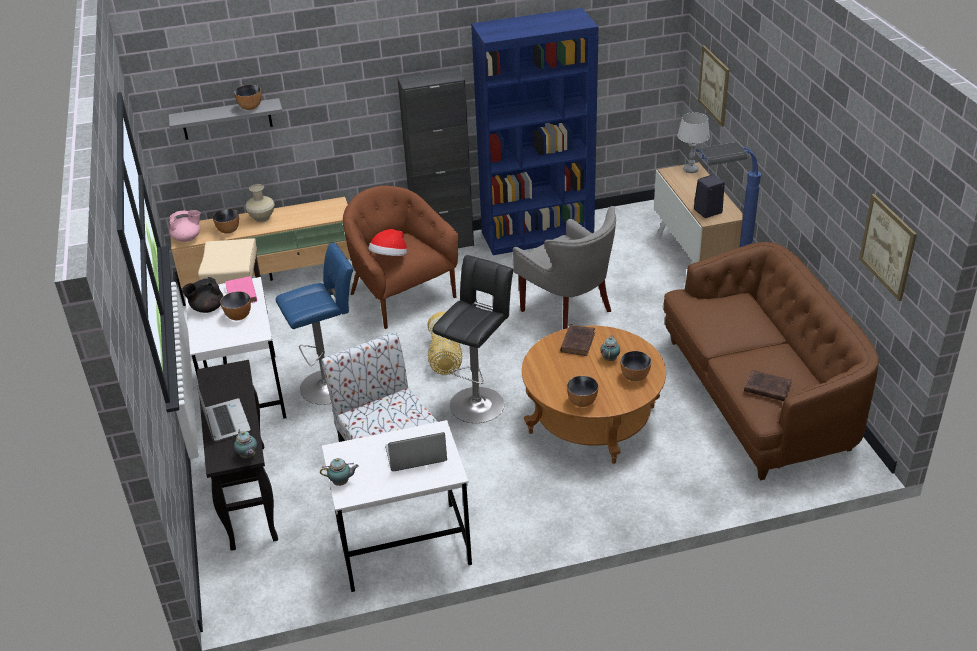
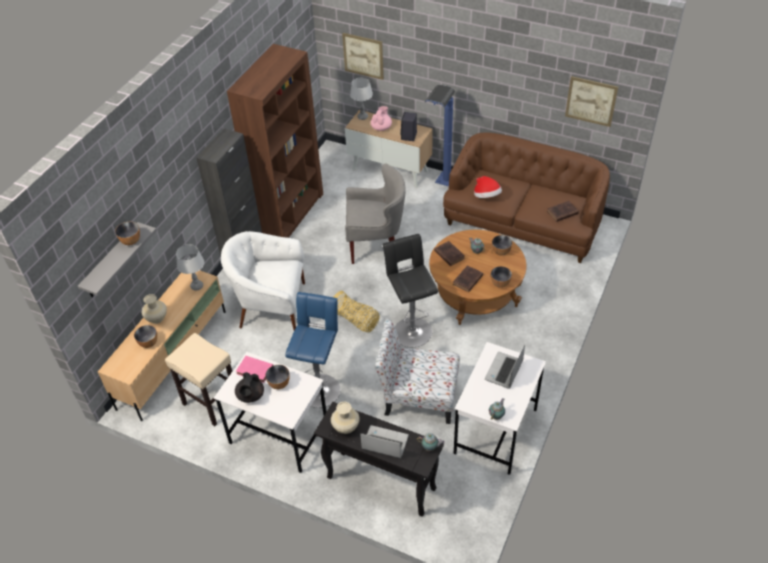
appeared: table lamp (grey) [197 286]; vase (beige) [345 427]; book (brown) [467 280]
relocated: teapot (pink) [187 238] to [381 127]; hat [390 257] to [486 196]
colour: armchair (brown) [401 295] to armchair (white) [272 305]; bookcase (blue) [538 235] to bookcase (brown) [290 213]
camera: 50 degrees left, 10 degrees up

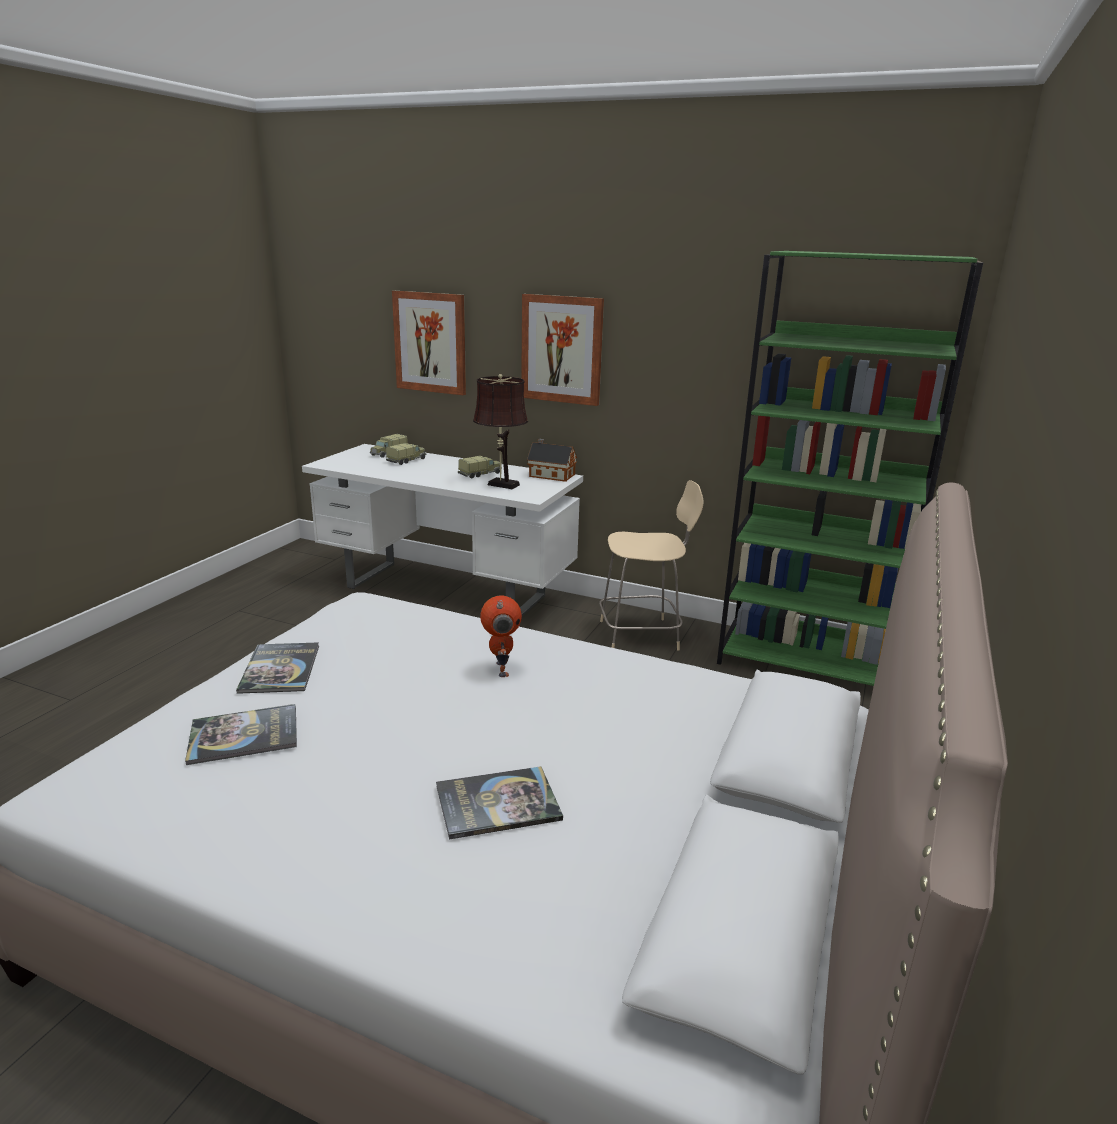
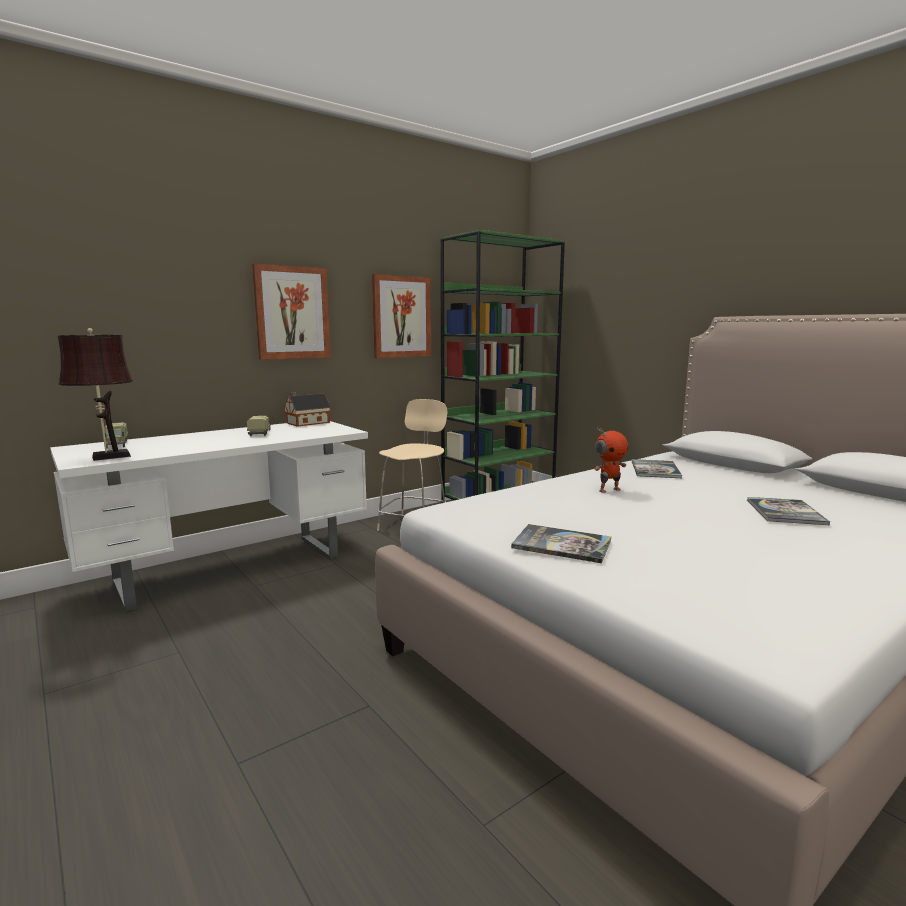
missing: toy truck [407 460]
relocated: book [244 735] to [655 470]; picture [430 342] to [401 317]; table lamp (brown) [501 484] to [107 457]
spun: toy robot [500 669] = [609 490] 135 degrees clockwise
camera: 60 degrees left, 10 degrees down

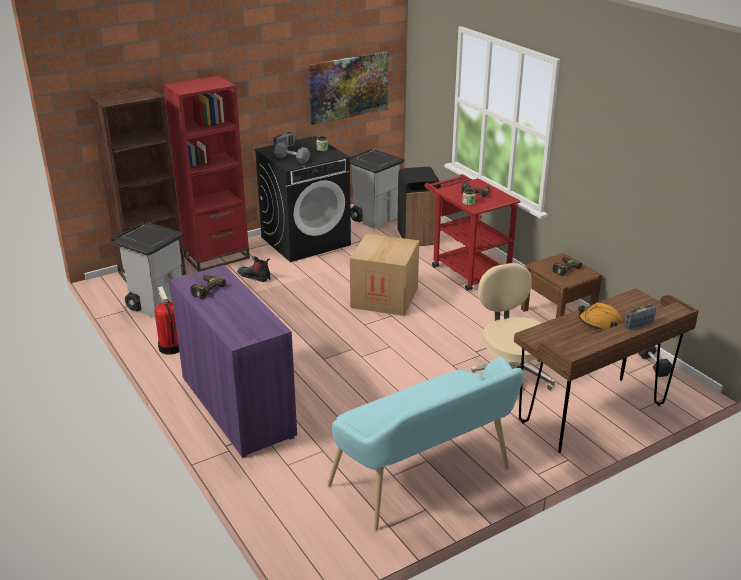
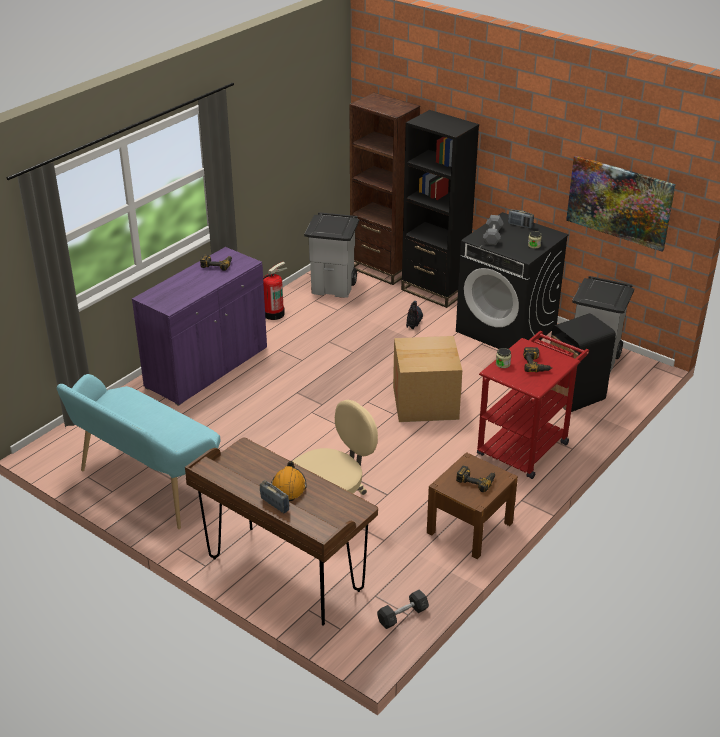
colour: bookcase (red) [217 257] to bookcase (black) [434 291]
camera: 70 degrees right, 5 degrees up

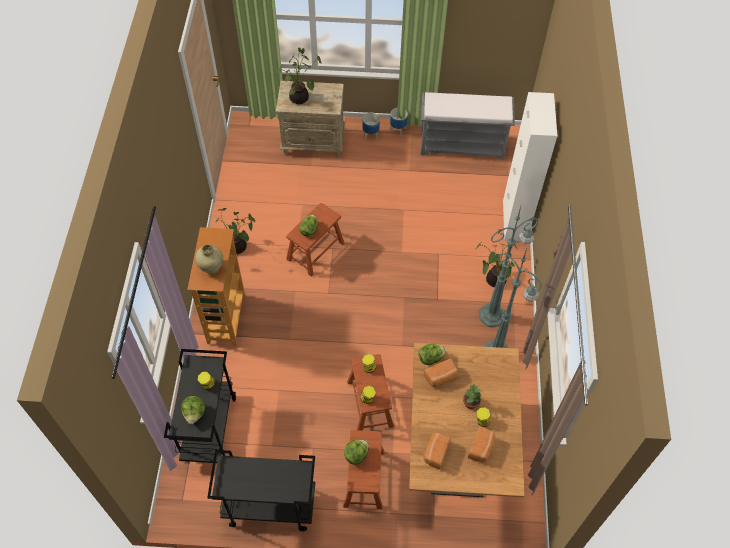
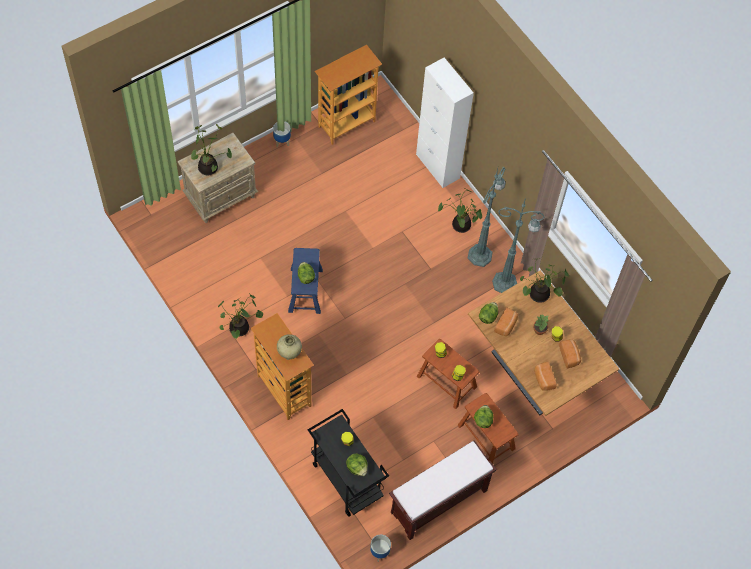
appeared: potted plant [538 295]
relocated: planter [370 134] to [379 552]
exchanged: cart (black) [269 507] to bench (brown) [438 502]; bench (grey) [462 145] to bookcase [346 123]
colour: stool (brown) [315 251] to stool (blue) [305 290]
camera: 40 degrees left, 5 degrees up

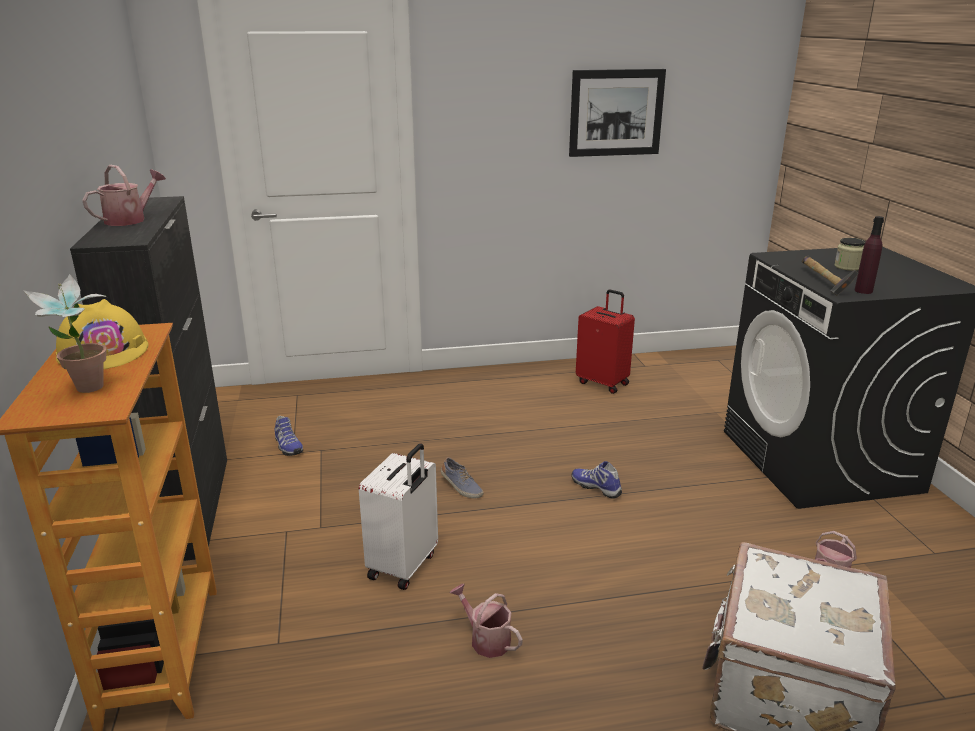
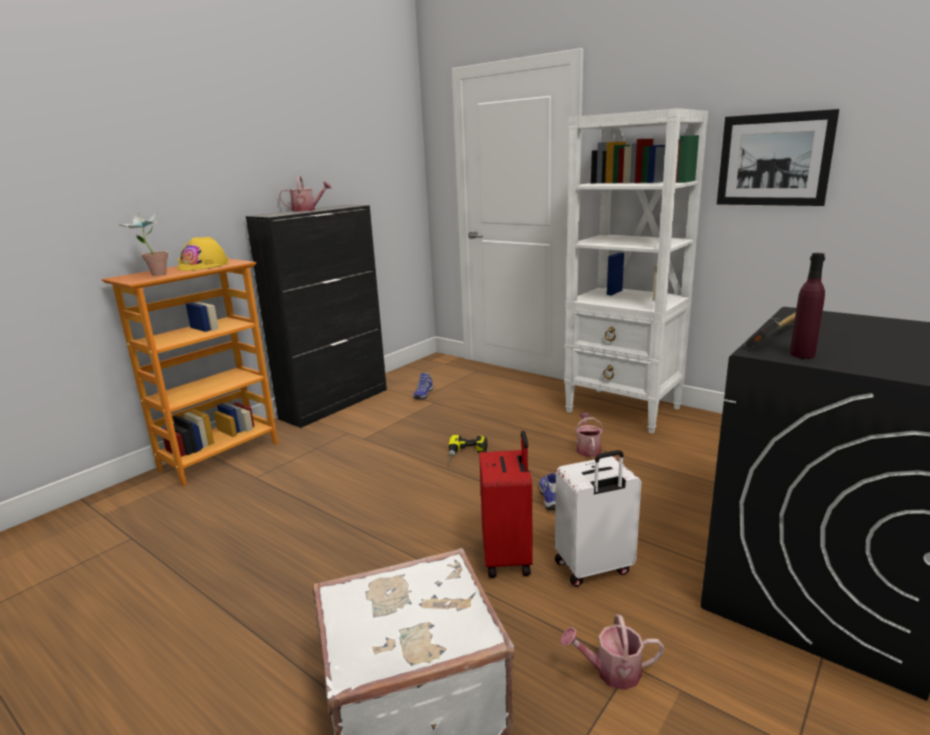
missing: jar [847 267]
appeared: bookcase (white) [624 410]
relocated: suitcase (white) [404 566] to [594 568]; watering can [486 639] to [587 449]; suitcase (red) [603 383] to [508 557]
exchanged: shoe [461 487] to power drill [466 454]
camera: 50 degrees right, 5 degrees down

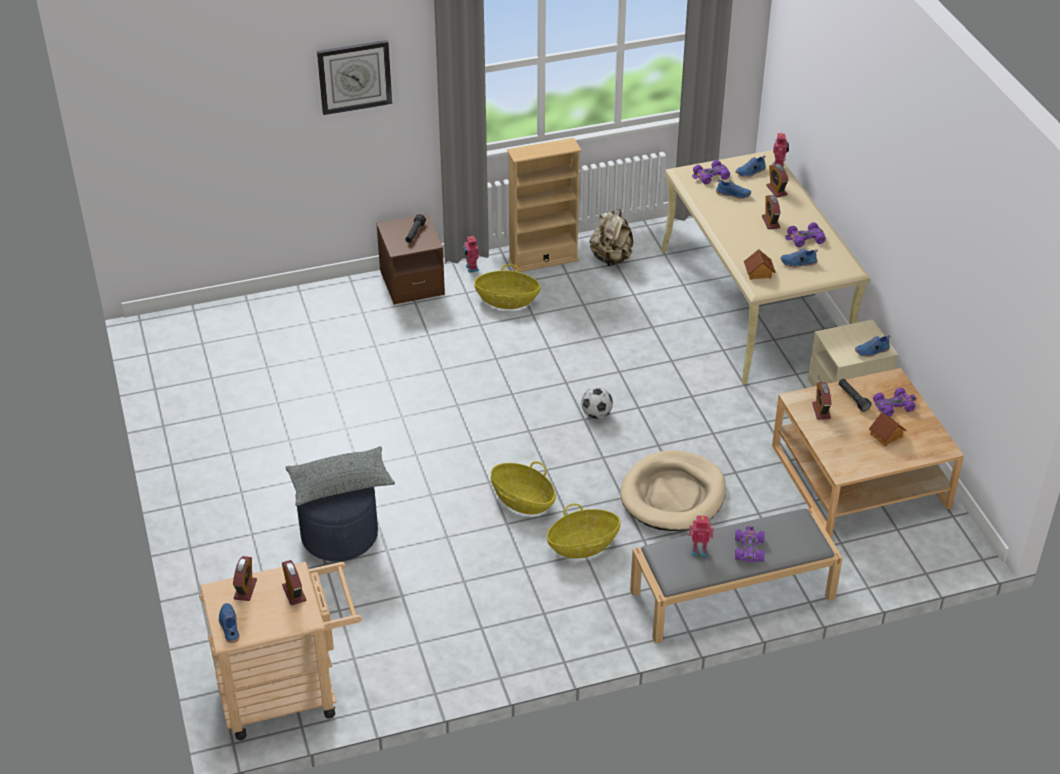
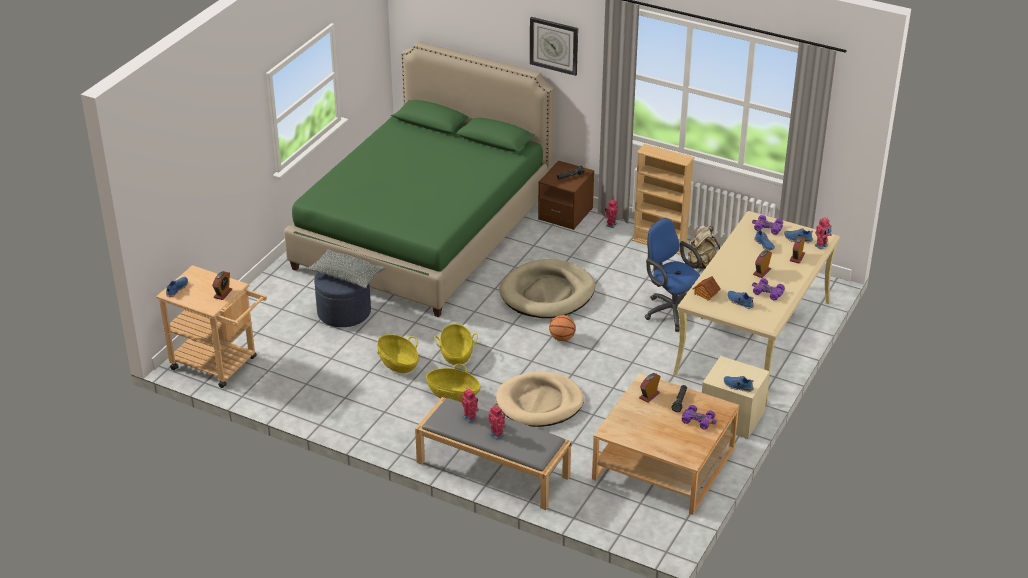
missing: alarm clock [245 589]; toy house [886 435]
appeared: bed (green) [424 232]; dog bed (beige) [547 293]; office chair (blue) [670 311]
relocated: basket [507 300] to [398 363]
exchanged: football [596 414] to basketball [562 338]; toy car (purple) [748 549] to toy robot [497 434]
camera: 45 degrees right, 5 degrees down

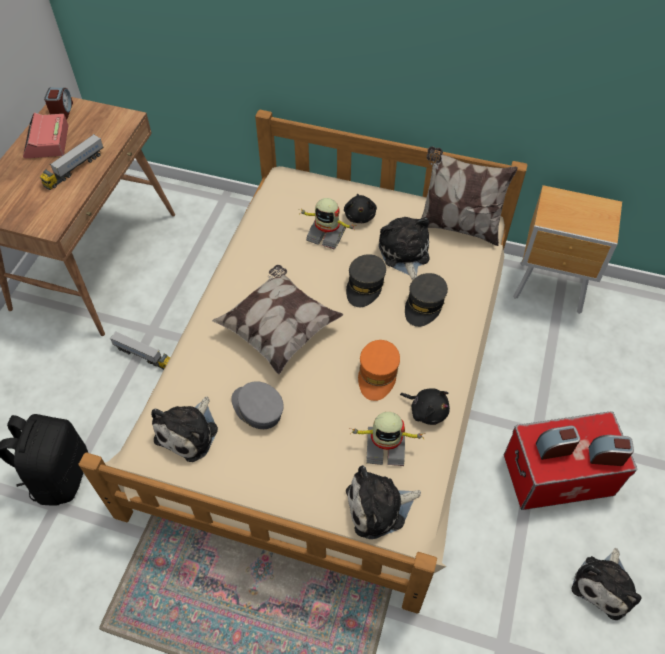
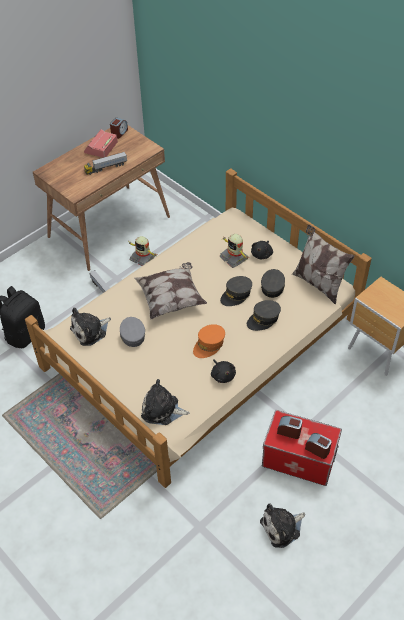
relocated: toy robot [385 446] to [143 258]
exchanged: plush toy [404 254] to cap (grey) [272 286]
camera: 30 degrees right, 5 degrees down

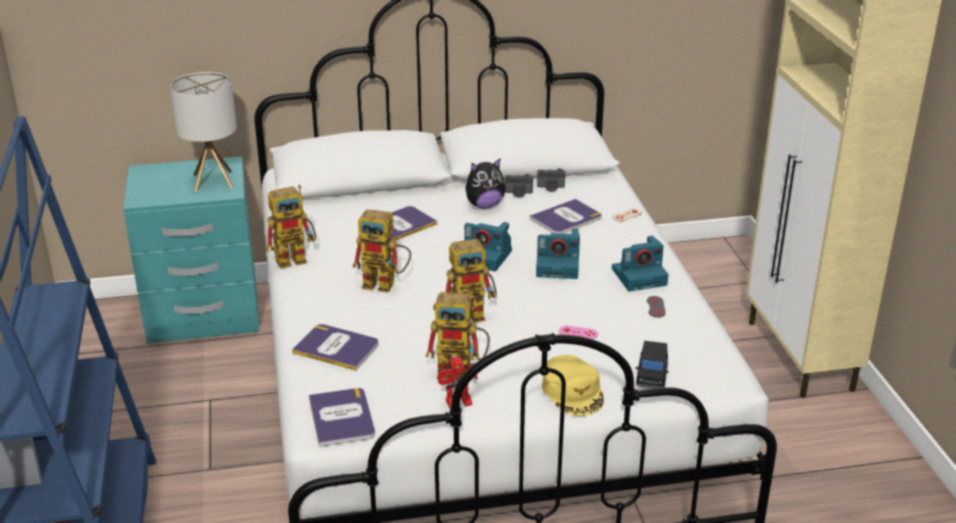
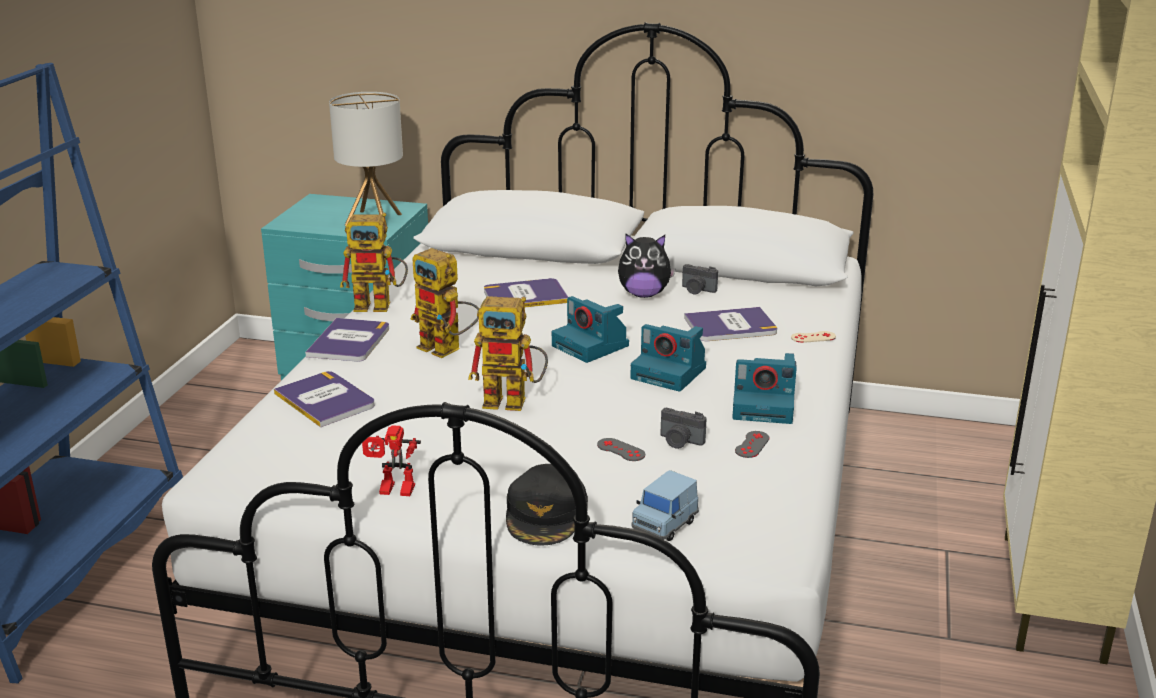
missing: toy robot [462 372]
relocated: book [341 418] to [349 341]; photo camera [550 188] to [680 442]
colour: cap (yellow) [573 392] to cap (black) [546 514]; game controller (pink) [578 333] to game controller (grey) [621 450]; toy car (black) [651 378] to toy car (blue) [664 524]
camera: 25 degrees right, 5 degrees down

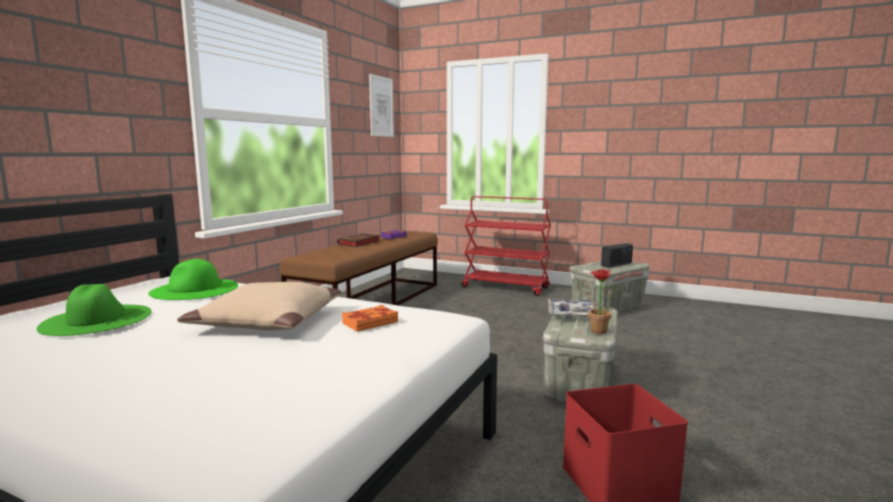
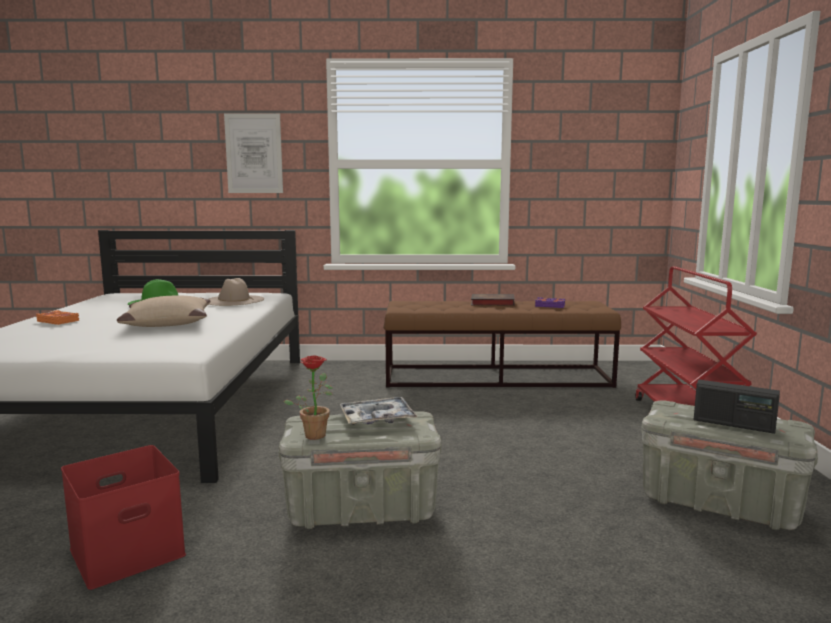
relocated: book (orange) [369 323] to [58 321]; picture [381 106] to [254 153]
colour: hat (green) [194 289] to hat (beige) [234 300]
camera: 65 degrees right, 0 degrees up

